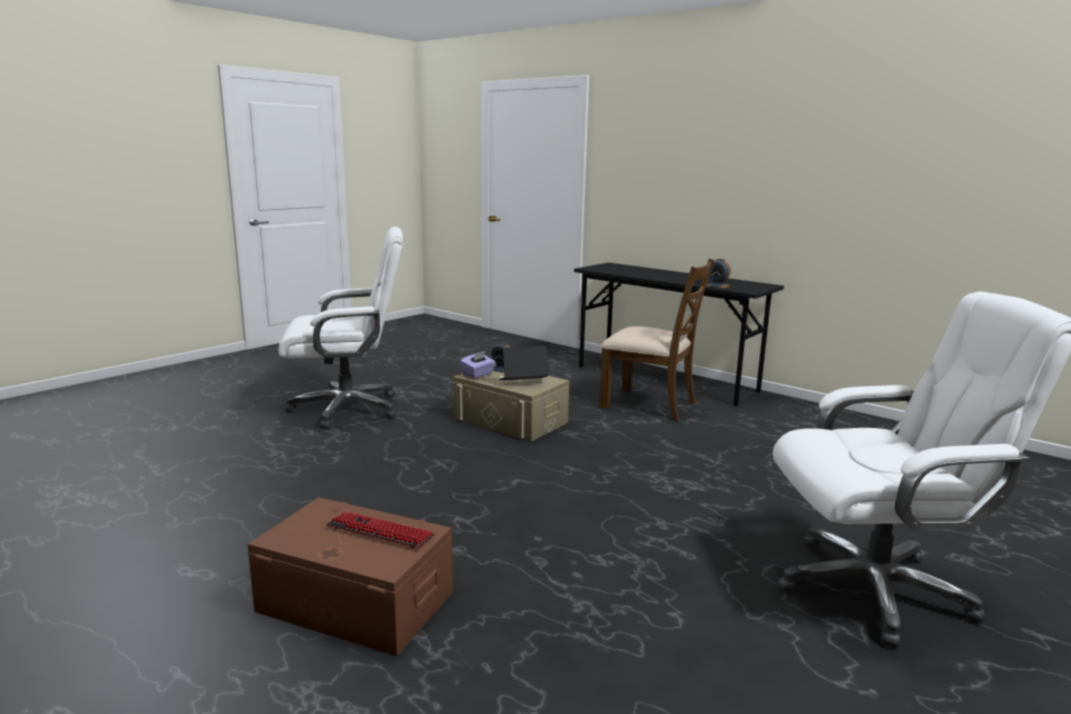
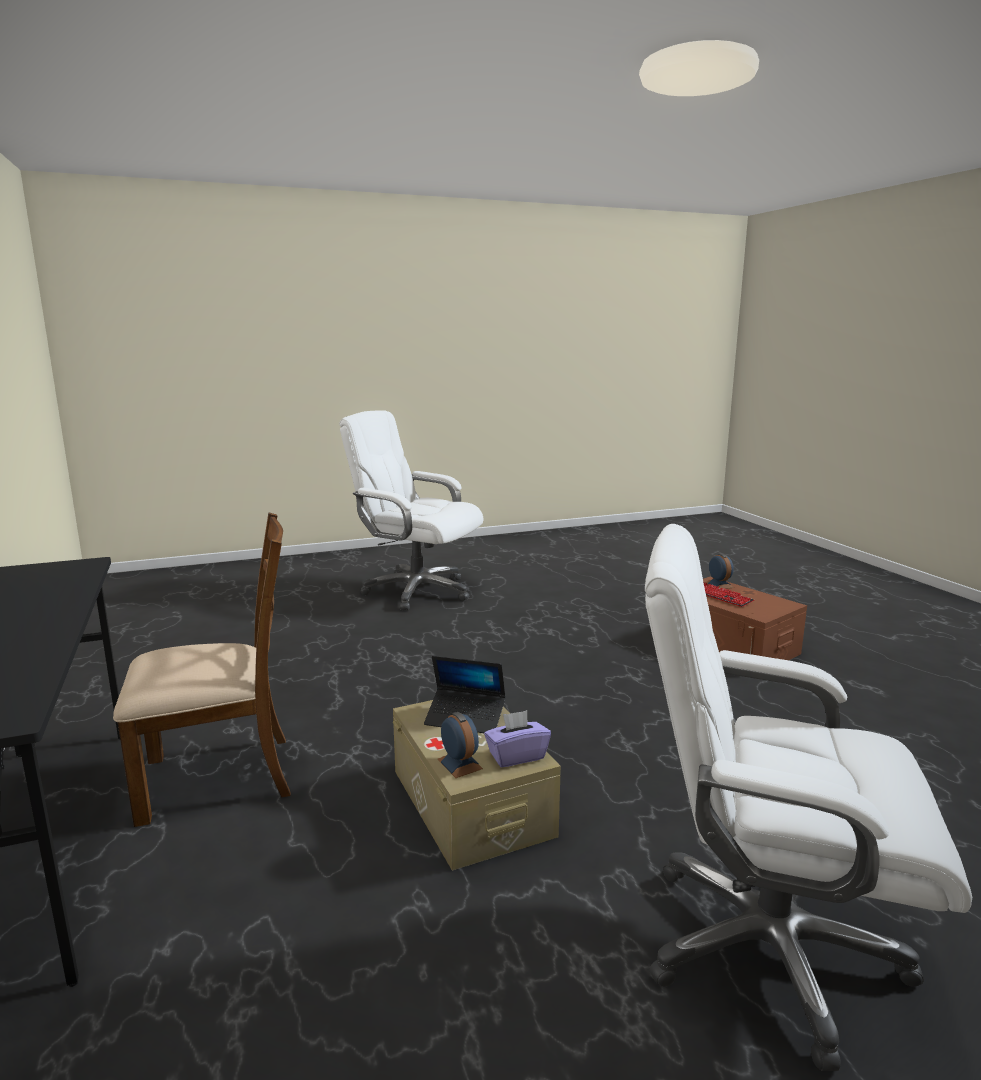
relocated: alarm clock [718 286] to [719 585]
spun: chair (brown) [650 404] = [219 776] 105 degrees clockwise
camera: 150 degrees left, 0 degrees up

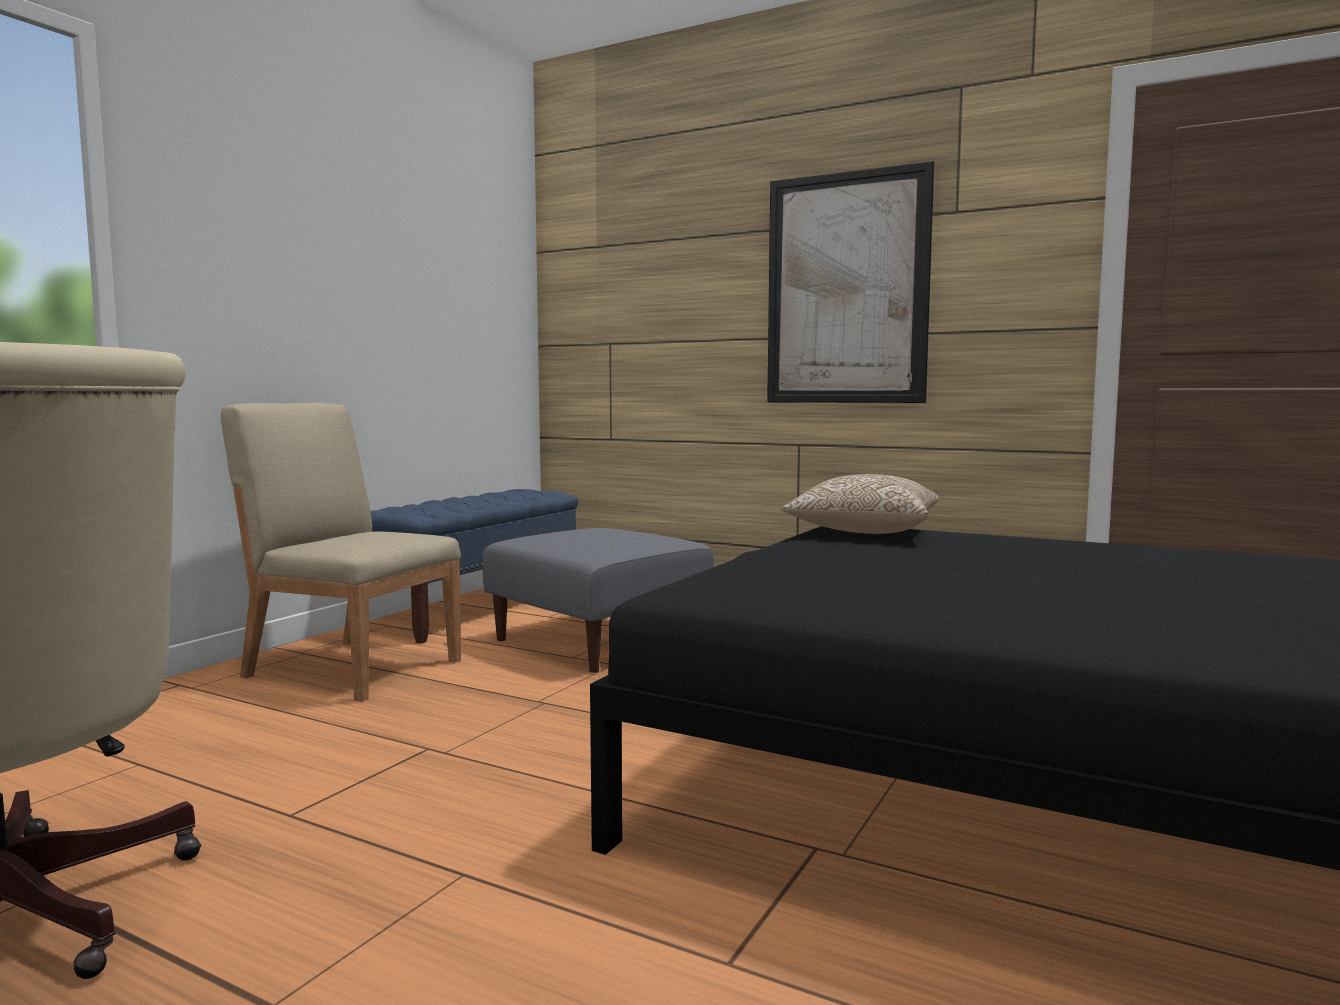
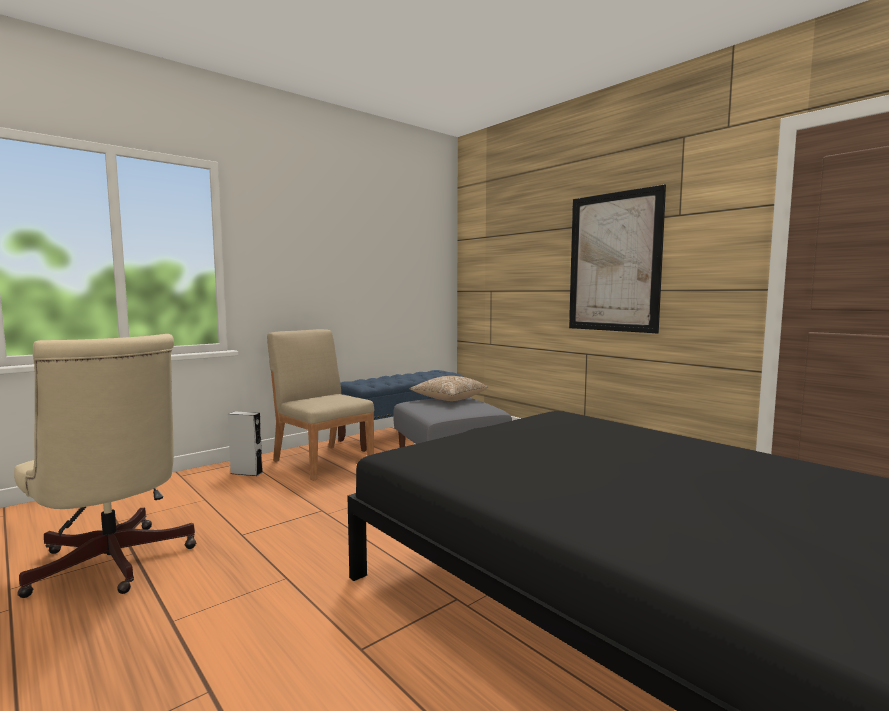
appeared: speaker (grey) [246 473]
relocated: pillow [862 531] to [449 399]
camera: 20 degrees right, 0 degrees up

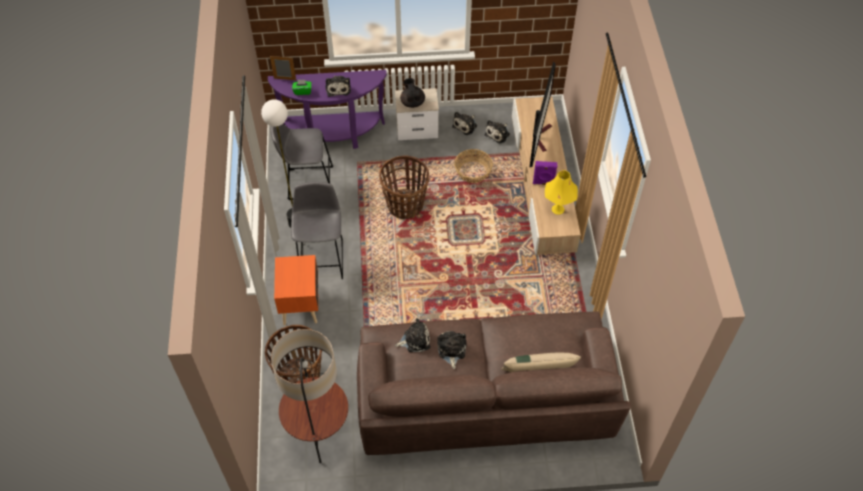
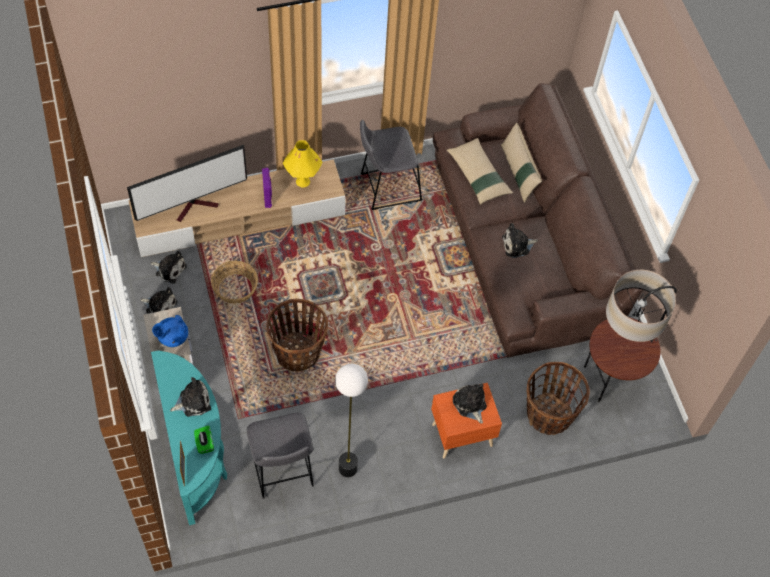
appeared: pillow (beige) [478 176]
relocated: stool (grey) [322 257] to [387 187]; plush toy [415 340] to [470 404]
colour: console table (purple) [333 135] to console table (turquoise) [196 456]; teapot (black) [412 102] to teapot (blue) [172 337]
spun: television [540 136] = [196 206] 150 degrees clockwise
camera: 105 degrees left, 5 degrees up

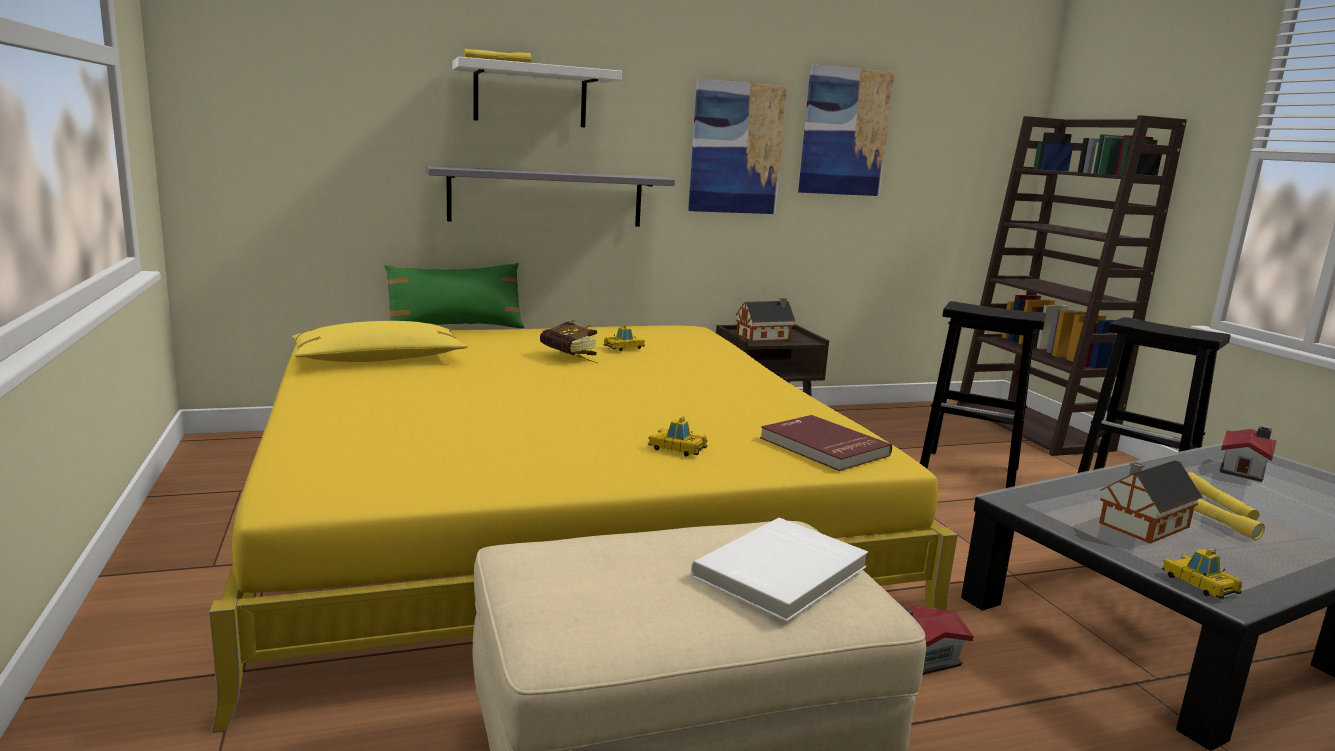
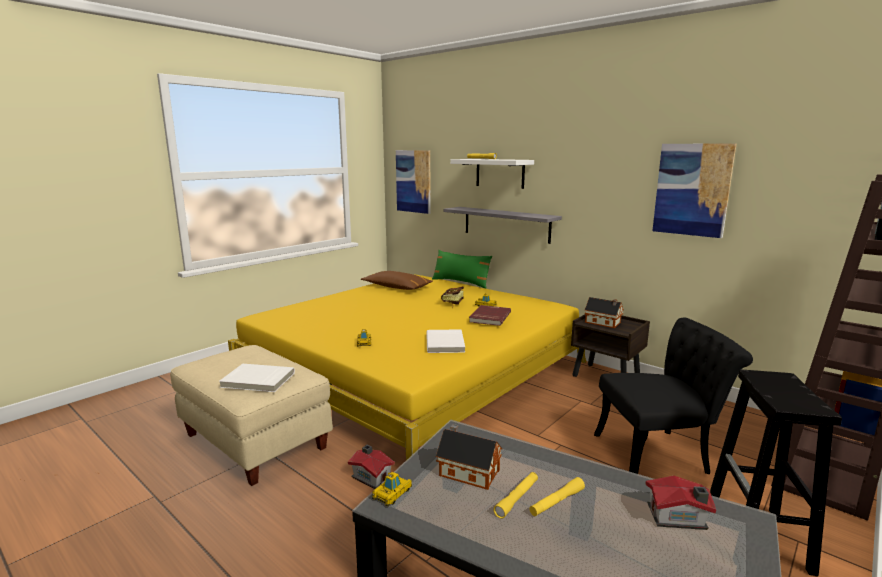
appeared: book (white) [446 343]
relocated: picture [736 148] to [413 181]; book (red) [822 447] to [489 317]
exchanged: stool (black) [970 470] to chair (black) [660 455]
colour: pillow (yellow) [379 359] to pillow (brown) [396 287]
camera: 60 degrees right, 0 degrees up

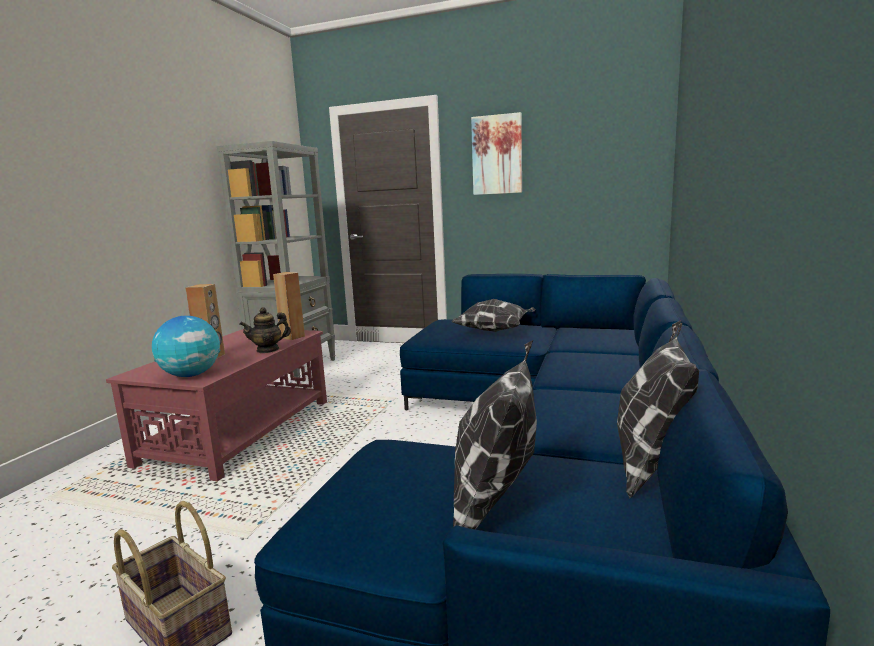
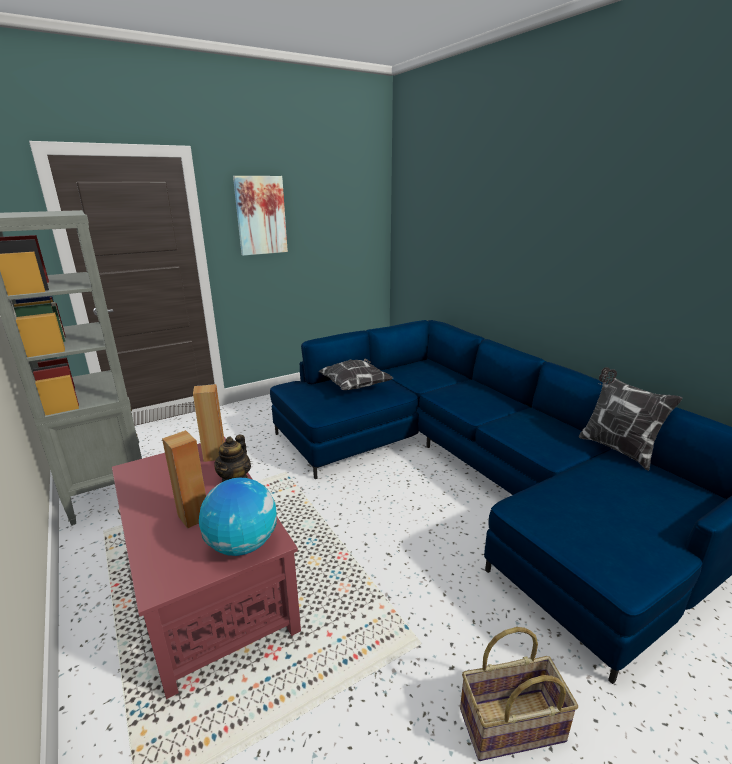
missing: pillow [497 503]
camera: 50 degrees left, 10 degrees up

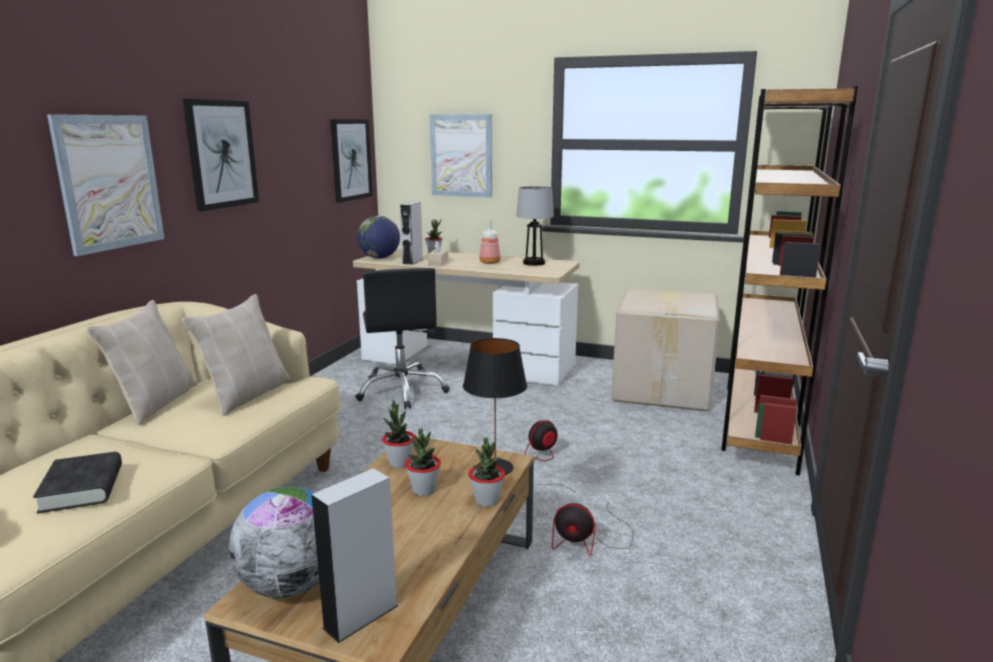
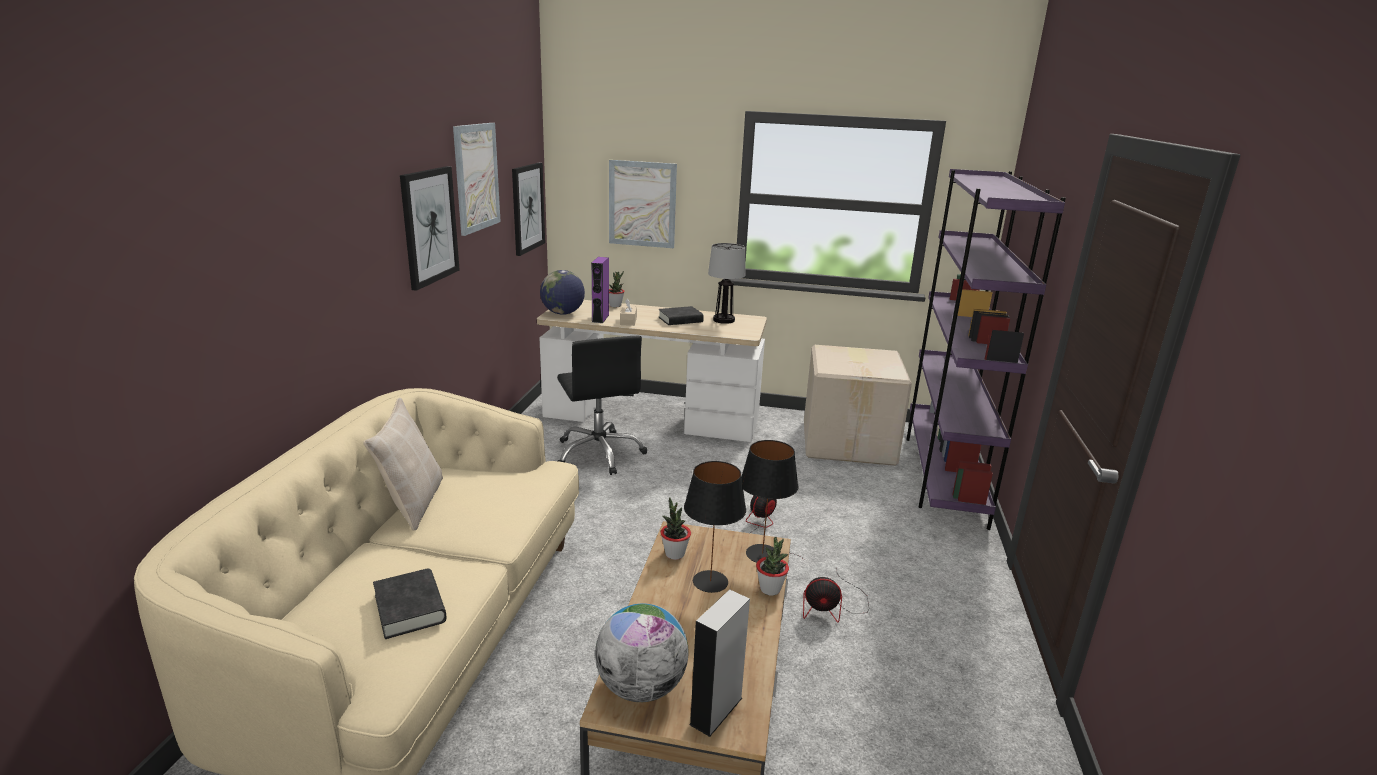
missing: pillow (beige) [246 395]
relocated: picture [109 182] to [476 177]
exchanged: potted plant [423 490] to table lamp (black) [710 582]; bottle [490 263] to book (black) [680 320]
colour: speaker (grey) [412 261] to speaker (purple) [600 318]; bookcase (brown) [759 421] to bookcase (purple) [943 474]
camera: 10 degrees left, 5 degrees up

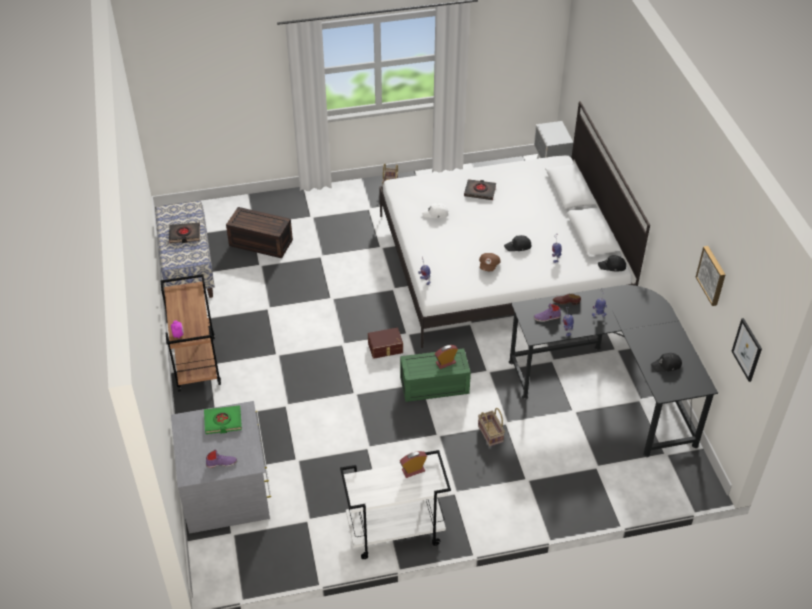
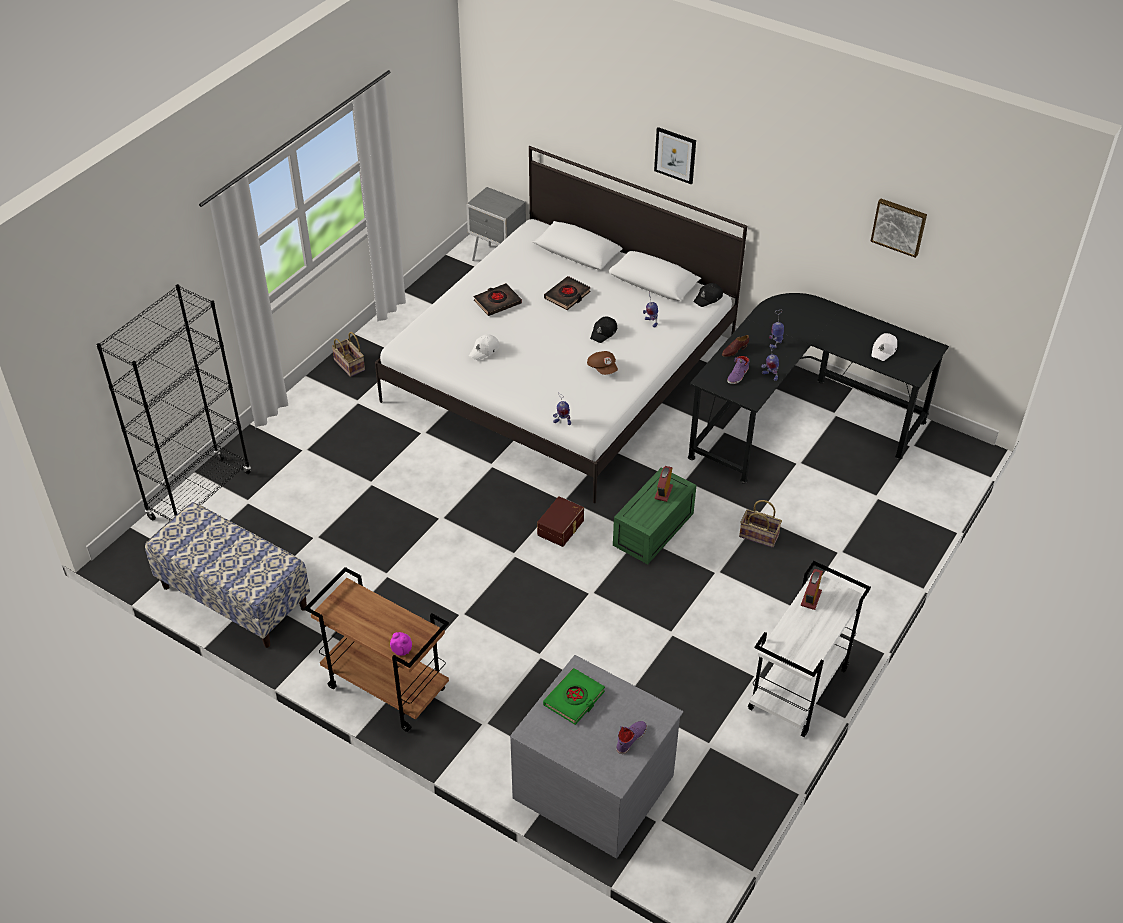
missing: storage box (brown) [259 243]
appeared: bookcase (black) [200 495]
relocated: book (black) [184 235] to [567 296]; picture [747 349] to [675 155]
colour: cap (black) [666 365] to cap (white) [884 350]
camera: 45 degrees left, 0 degrees up

